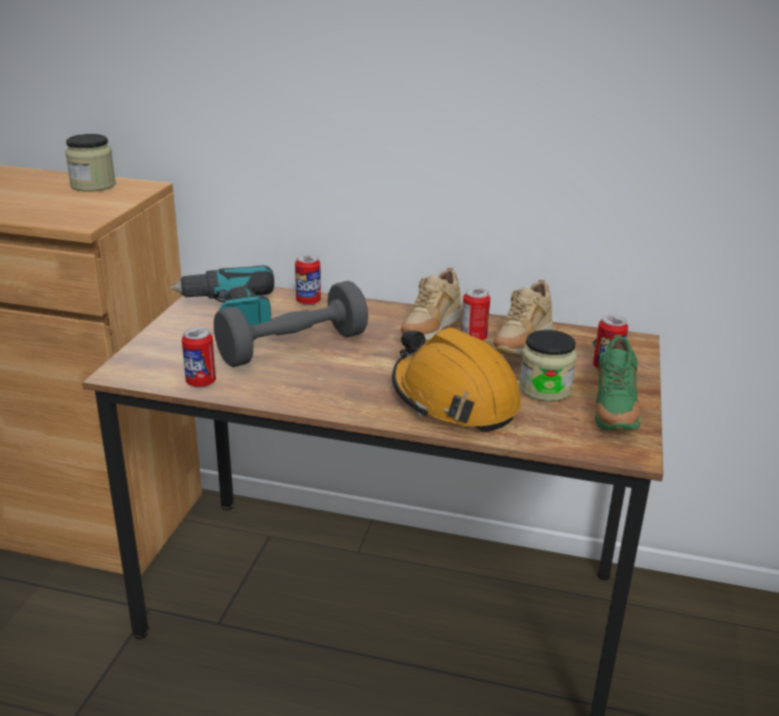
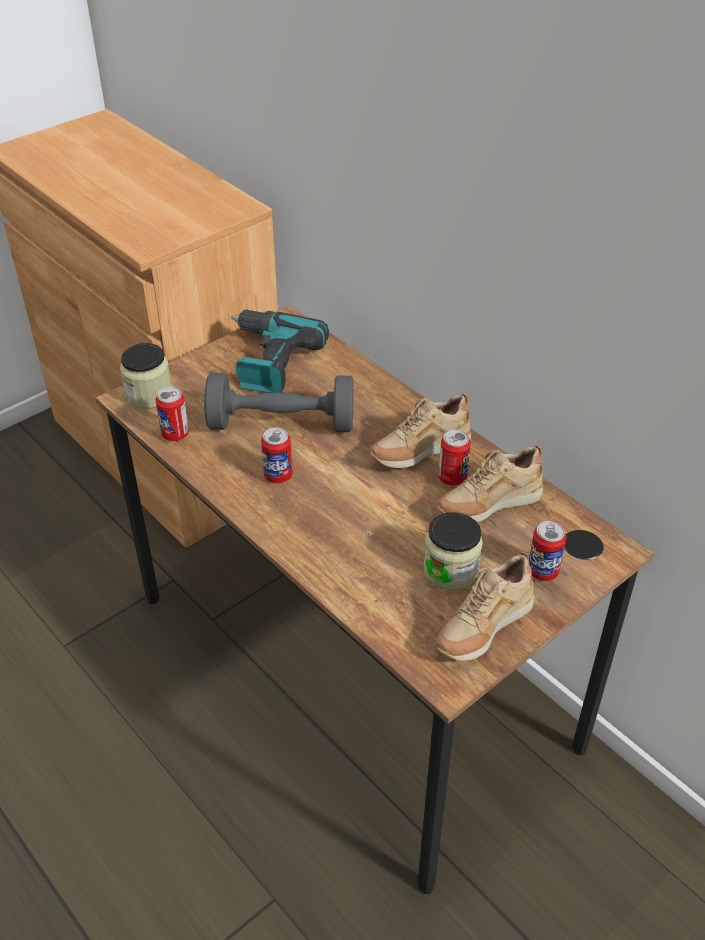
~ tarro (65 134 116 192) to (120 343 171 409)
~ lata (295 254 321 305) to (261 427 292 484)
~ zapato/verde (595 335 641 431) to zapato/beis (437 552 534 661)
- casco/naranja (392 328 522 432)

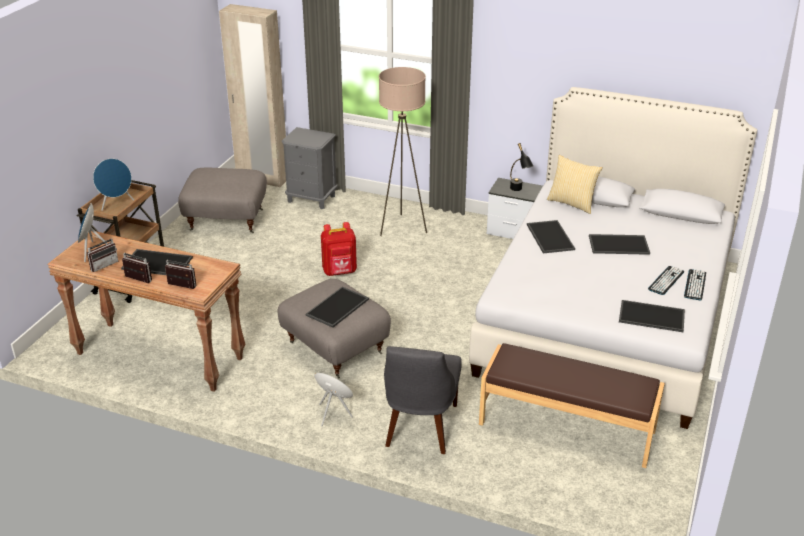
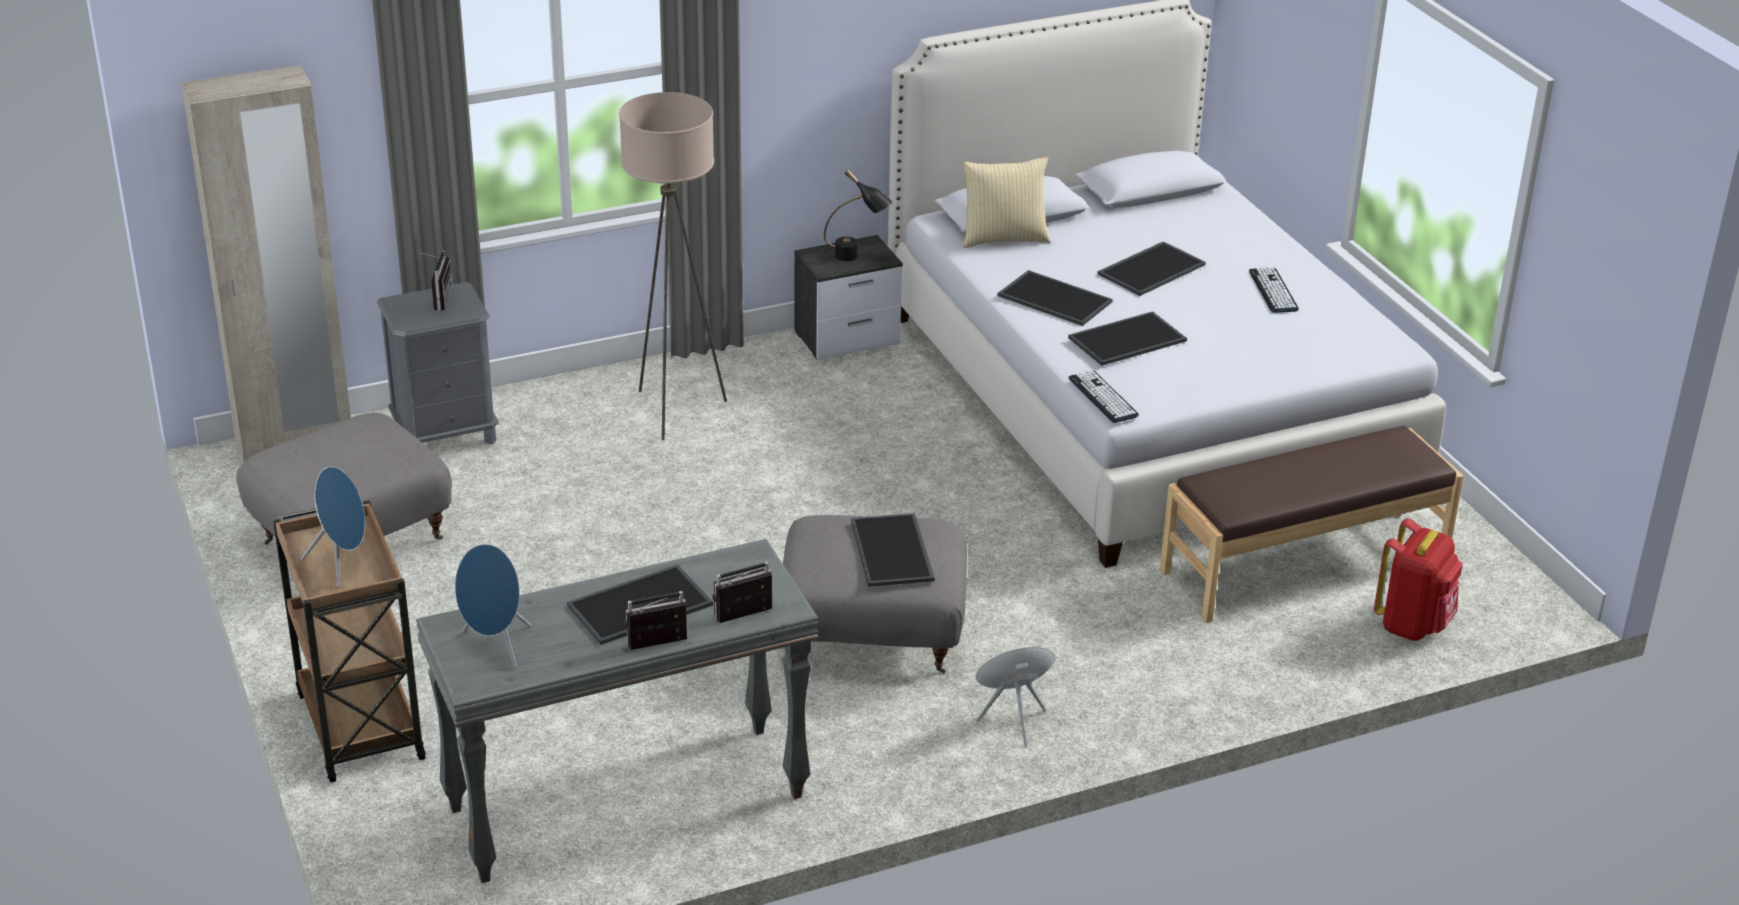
~ mesa consola/marrón (48 231 245 392) to mesa consola/gris (416 539 819 883)
~ radio (87 234 118 272) to (421 251 453 311)
~ bandeja (619 300 685 332) to (1068 311 1187 366)
~ teclado (684 269 706 300) to (1068 370 1139 423)
~ mochila/rojo (321 222 357 276) to (1374 518 1463 641)
- silla/gris (384 346 462 454)

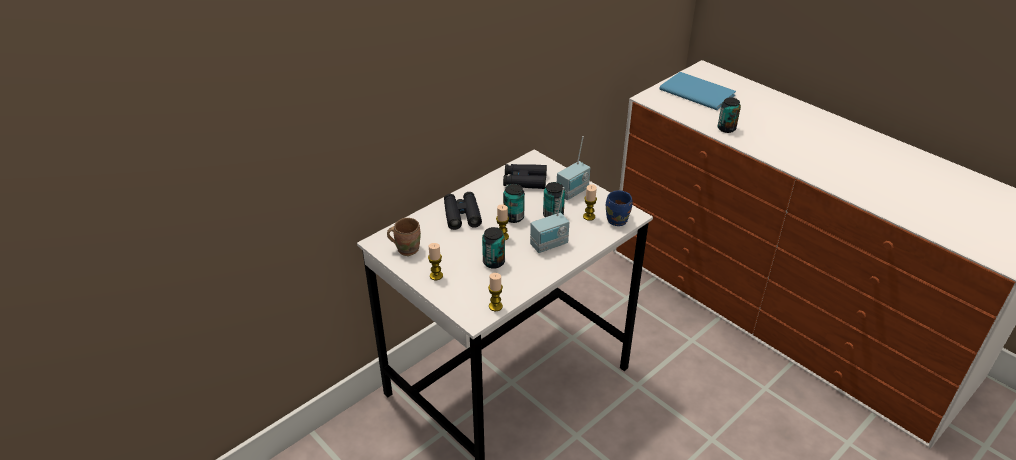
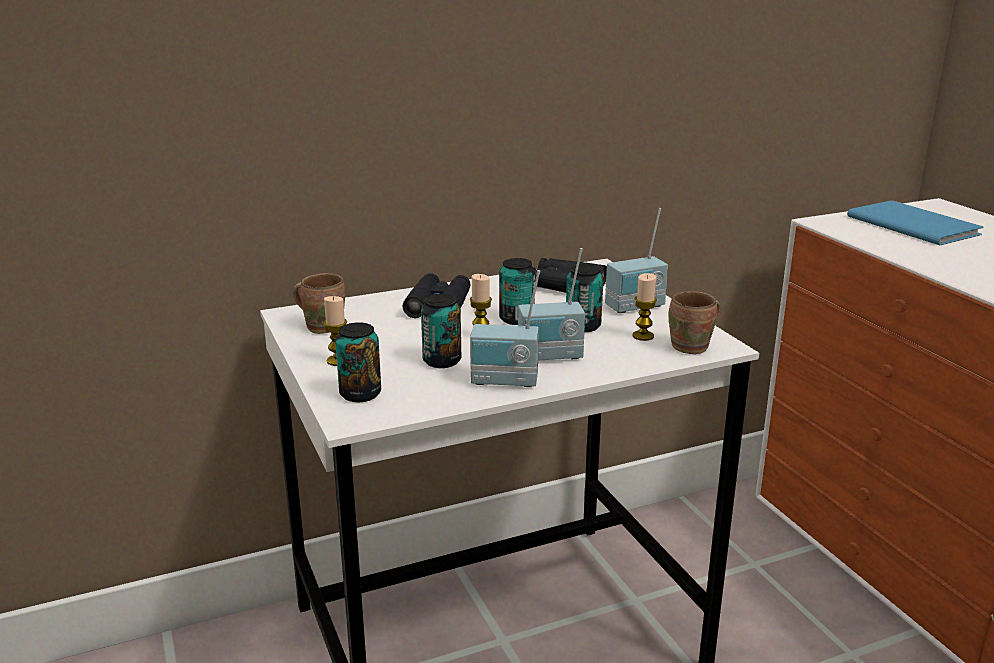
~ lata (718 98 741 133) to (335 322 381 402)
+ radio (470 270 540 387)
~ taza grande/azul (606 190 633 226) to taza grande/marrón (669 291 720 354)
- vela (488 273 503 311)

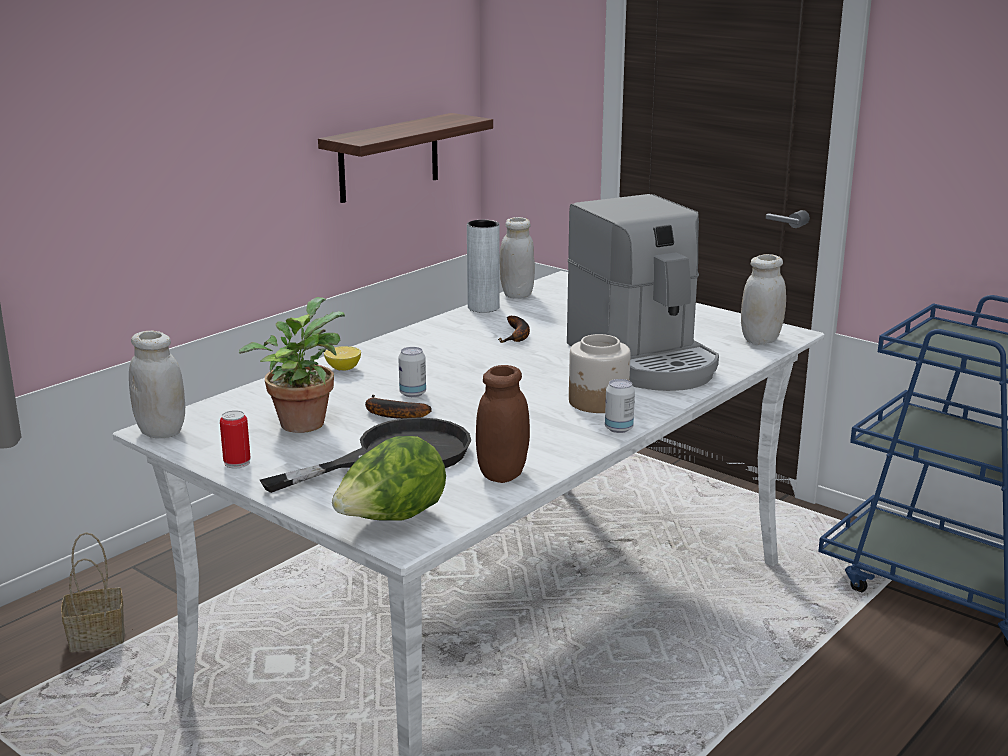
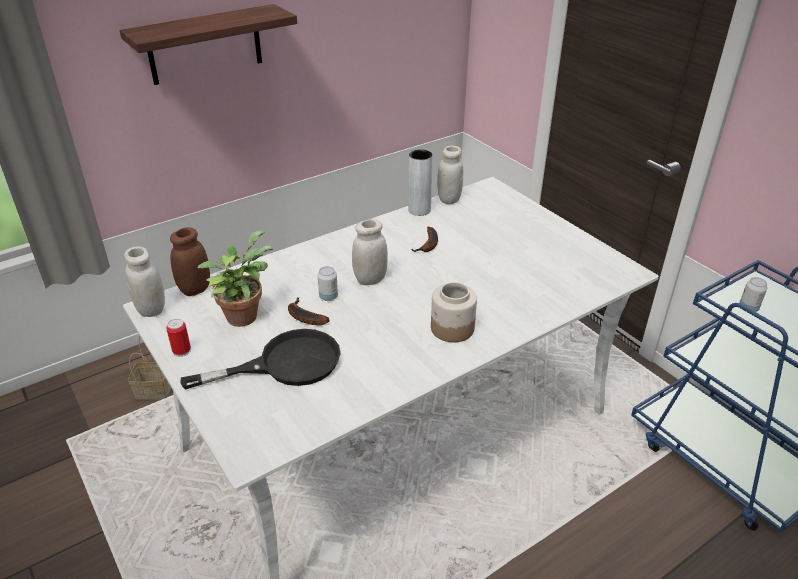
~ estante (318 113 493 203) to (120 4 297 85)
~ tarro/marrón (476 365 530 483) to (170 227 210 296)
~ tarro/blanco (741 254 786 345) to (352 219 388 285)
~ lata (605 379 635 433) to (739 277 767 312)
- limón (324 346 361 371)
- lechuga (332 436 446 521)
- cafetera (567 194 719 391)

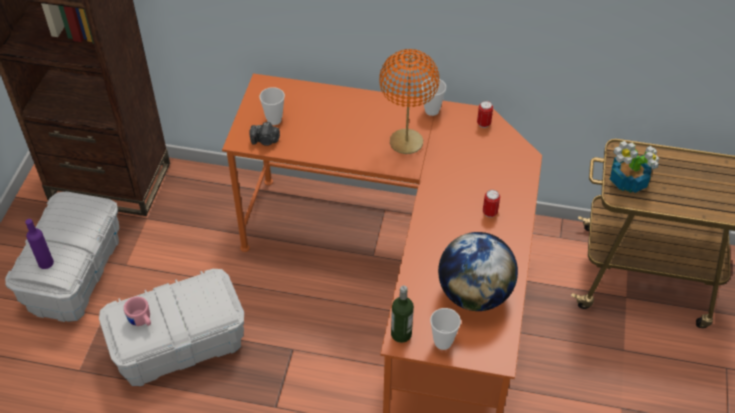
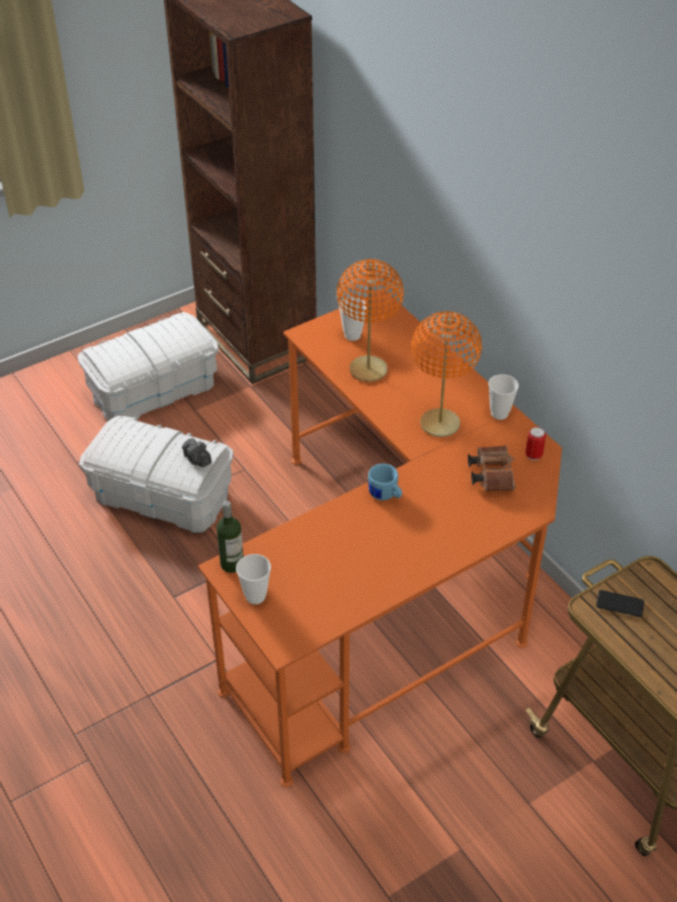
~ cámara (250 122 280 146) to (182 438 212 467)
+ lámpara de mesa/naranja (337 259 404 382)
+ taza grande/azul (368 464 402 500)
+ prismáticos/marrón (468 446 515 491)
~ planta en maceta (610 141 660 193) to móvil (596 590 644 617)
- botella/morado (25 219 54 269)
- taza grande/rosa (124 297 151 326)
- globo terráqueo (438 232 518 311)
- lata (483 190 500 218)

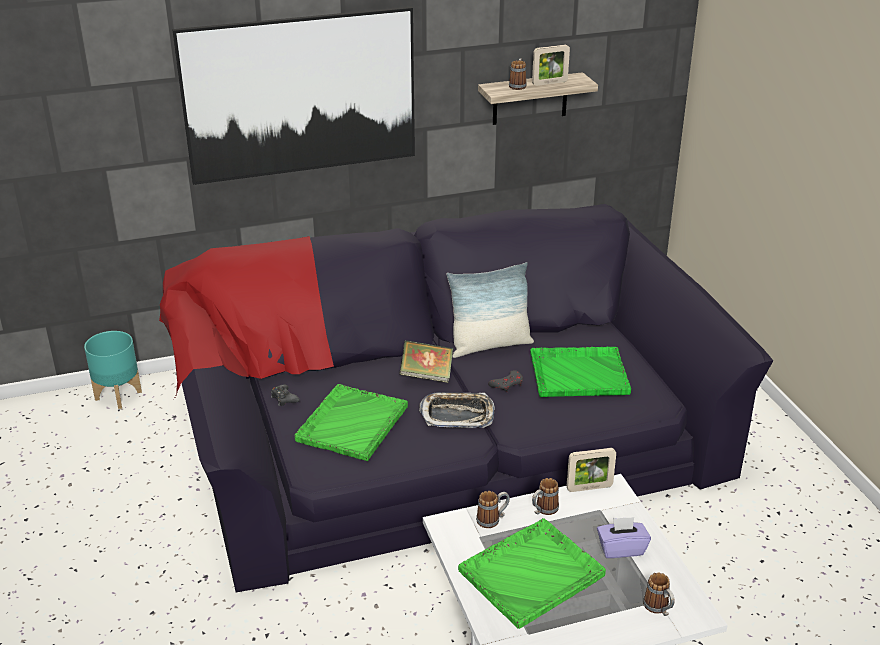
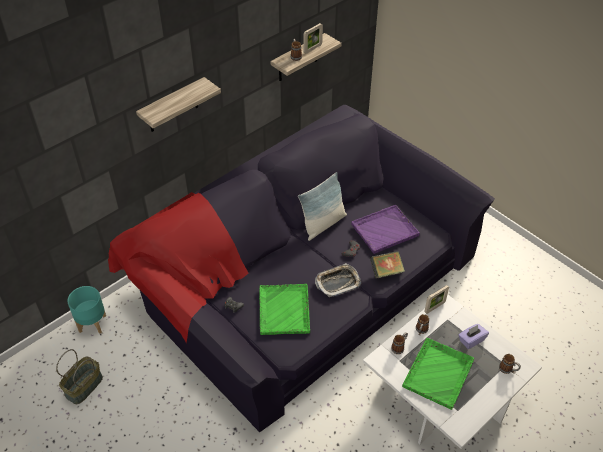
+ cesta (56 349 103 404)
~ cuadro (172 7 415 185) to estante (136 77 221 132)
~ bandeja/verde (530 347 631 397) to bandeja/morado (351 205 420 254)
~ libro (399 340 453 383) to (370 251 405 279)

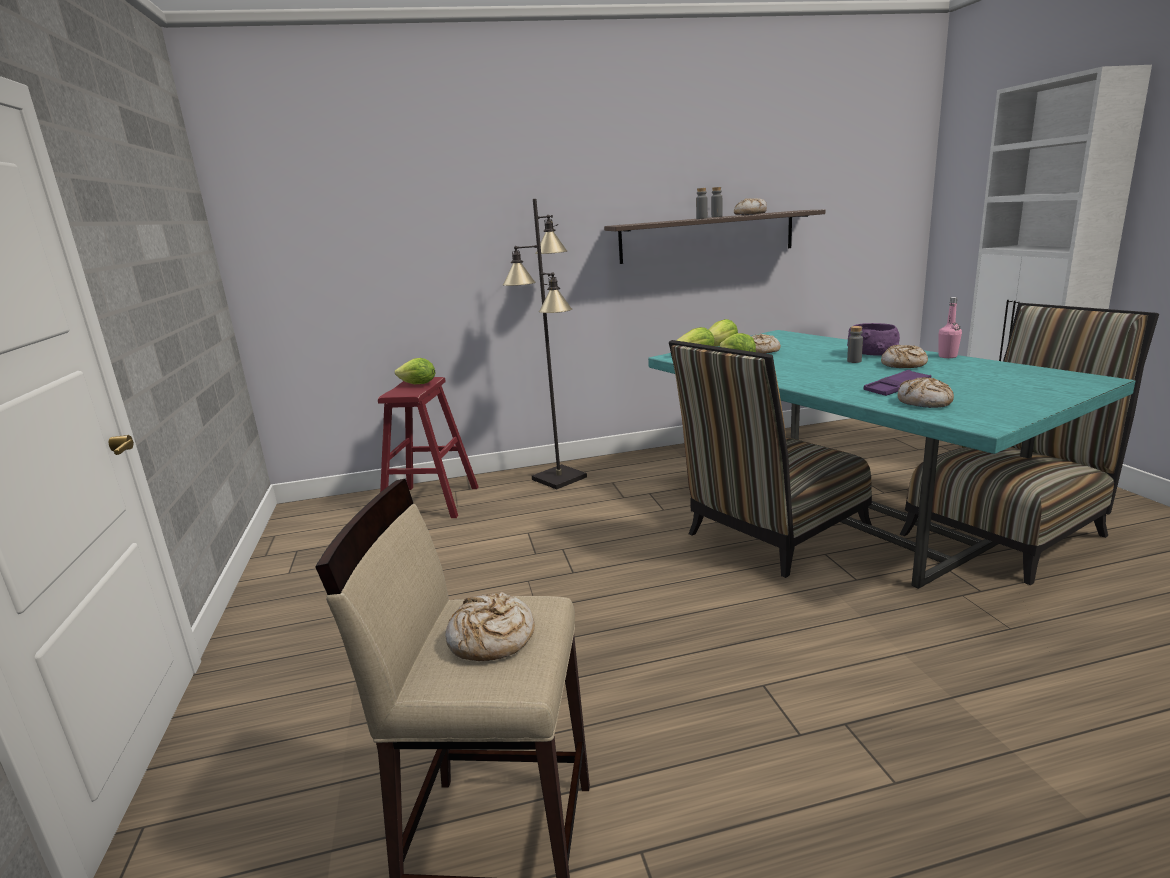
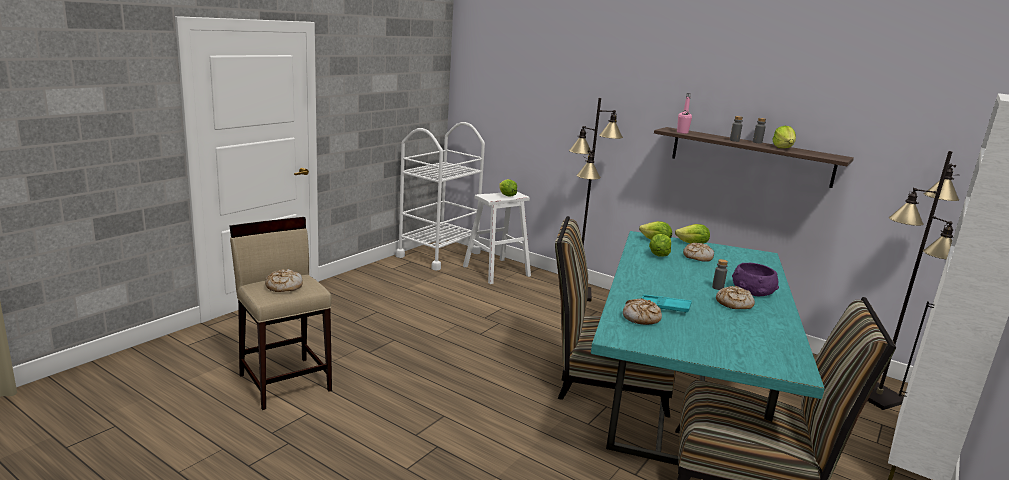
+ carrito/blanco (396 122 485 271)
~ taburete/rojo (378 377 479 518) to taburete/blanco (463 192 531 284)
~ bandeja/morado (863 370 931 396) to bandeja/turquesa (642 295 692 313)
~ botella/rosa (938 297 962 358) to (677 93 692 134)
~ pan (734 198 767 215) to lechuga (772 126 796 148)
+ lámpara de pie/negro (867 151 960 410)

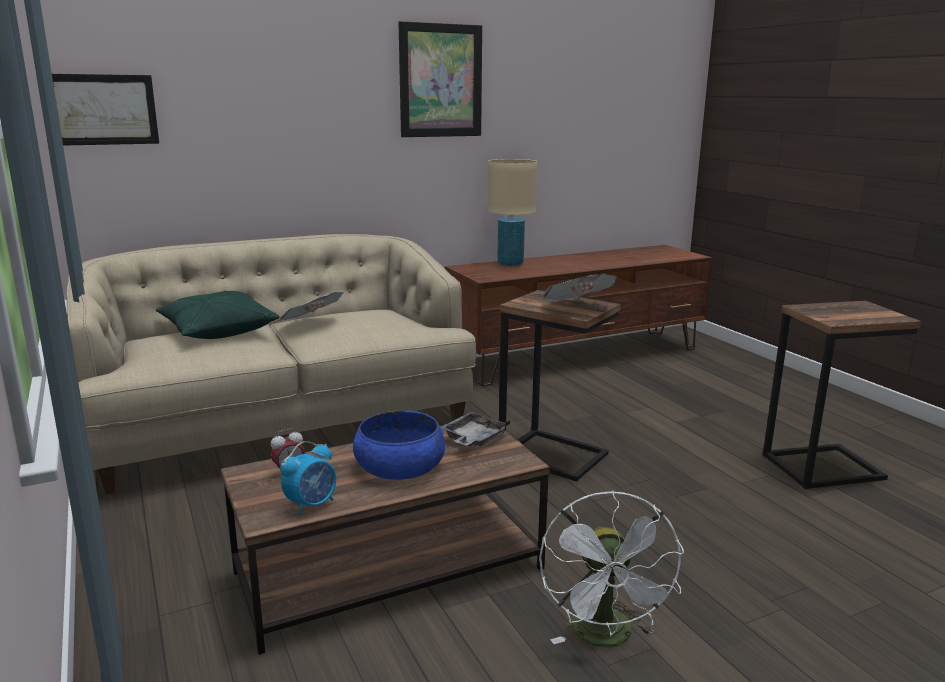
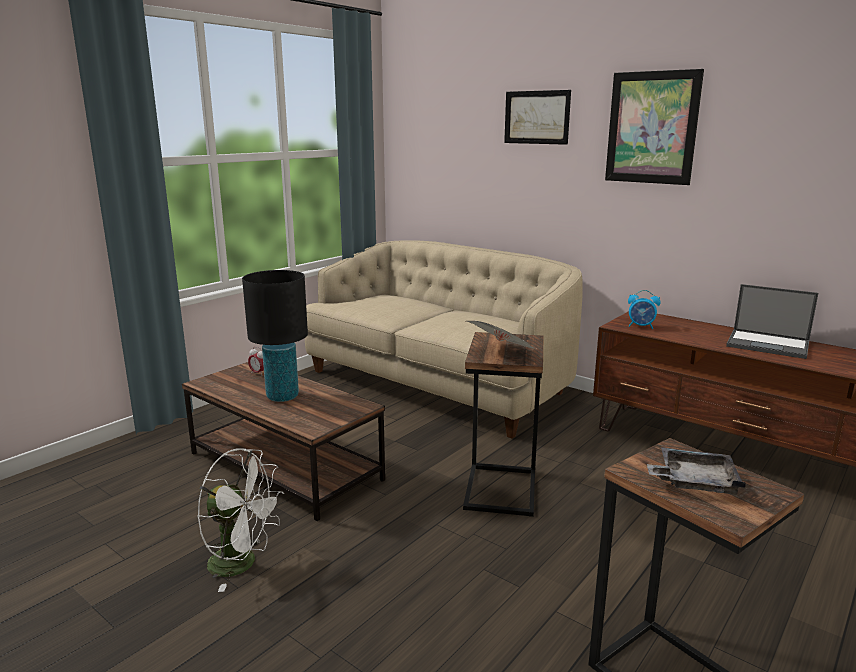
~ ventilador/blanco (539 491 684 647) = (197 448 284 592) 135 degrees counterclockwise
~ cuenco/azul (353 410 445 480) to lámpara de mesa/negro (242 270 308 402)
~ cuadro (52 74 159 146) to (504 90 571 145)
~ despertador (280 441 336 516) to (628 290 661 329)
~ bandeja/gris (441 412 510 446) to (647 447 746 495)
+ portátil (726 284 818 359)
- cojín/verde (156 291 279 339)
- periódico (278 292 343 321)
- lámpara de mesa/beis (488 159 537 266)

